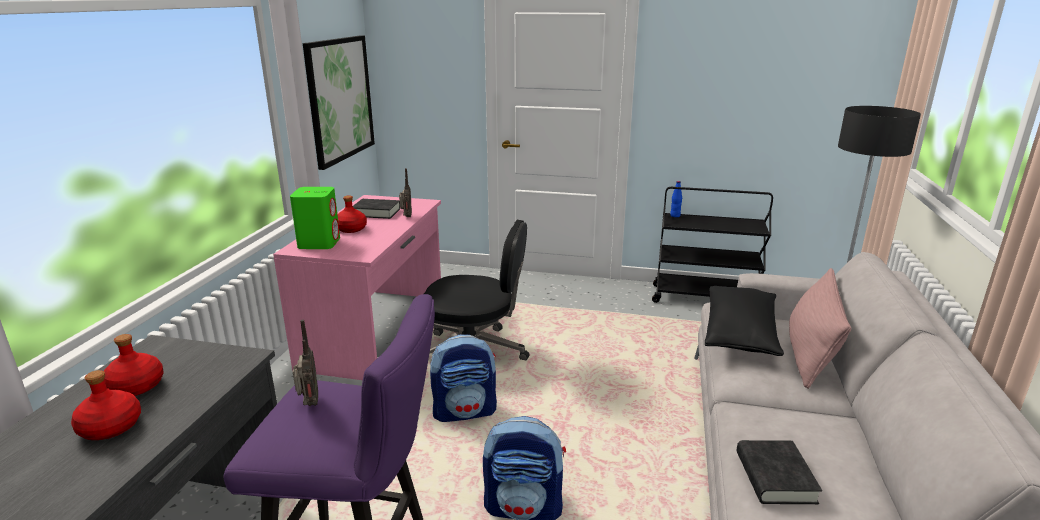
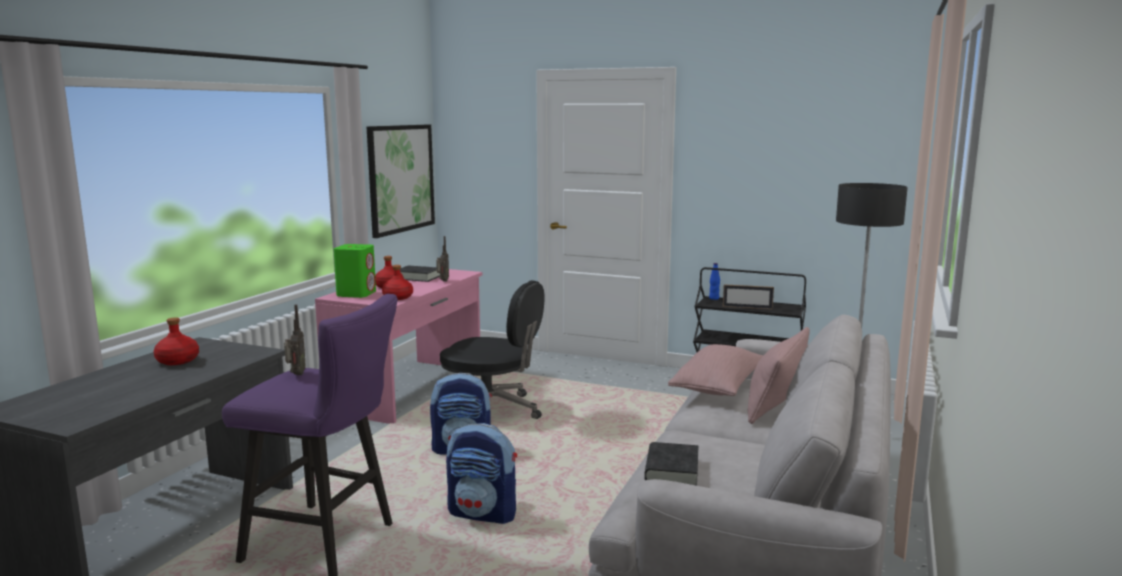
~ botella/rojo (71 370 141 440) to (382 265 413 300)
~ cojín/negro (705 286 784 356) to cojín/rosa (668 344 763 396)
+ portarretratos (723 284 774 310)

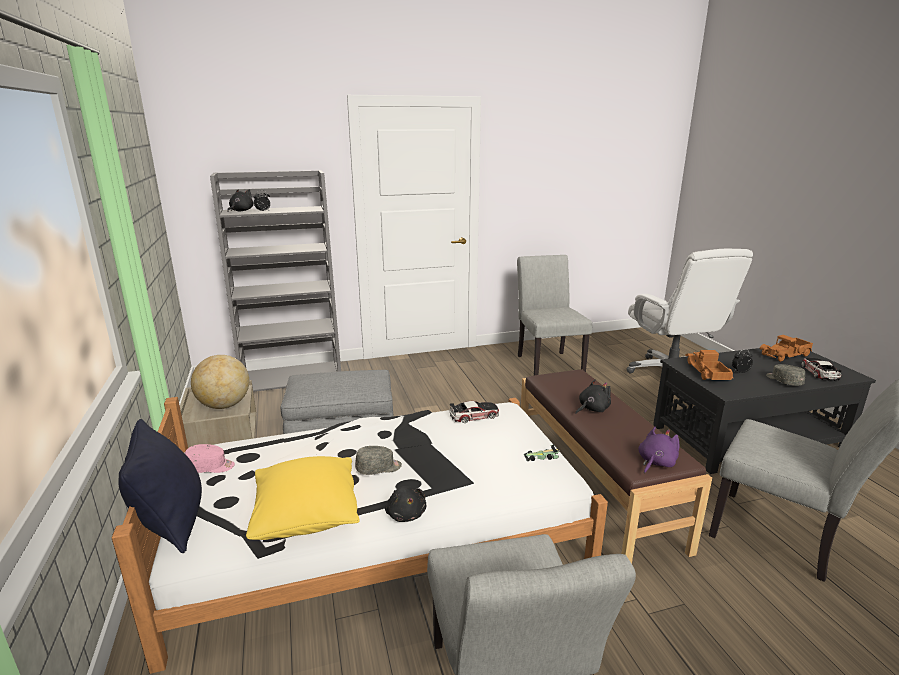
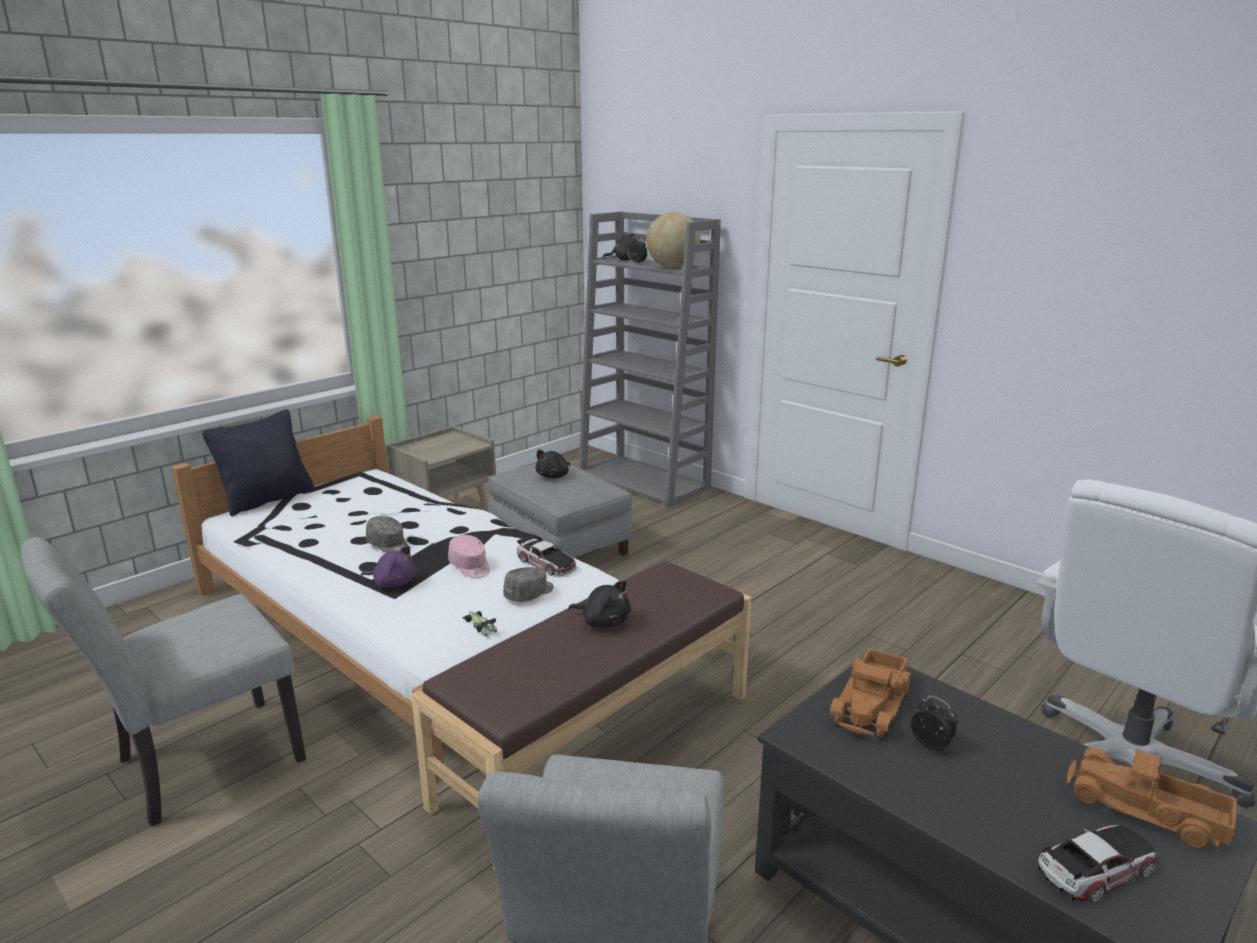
~ peluche/morado (638 427 679 474) to (360 546 417 588)
~ gorra/rosa (185 444 235 473) to (448 535 490 578)
~ gorra/gris (766 364 805 386) to (503 567 554 602)
~ peluche/negro (385 486 426 522) to (536 449 571 478)
~ globo terráqueo (191 355 249 409) to (646 212 701 268)
~ camión de juguete (685 350 733 380) = (829 648 912 738) 150 degrees clockwise
- cojín/amarillo (246 456 360 540)
- silla/gris (517 255 592 375)

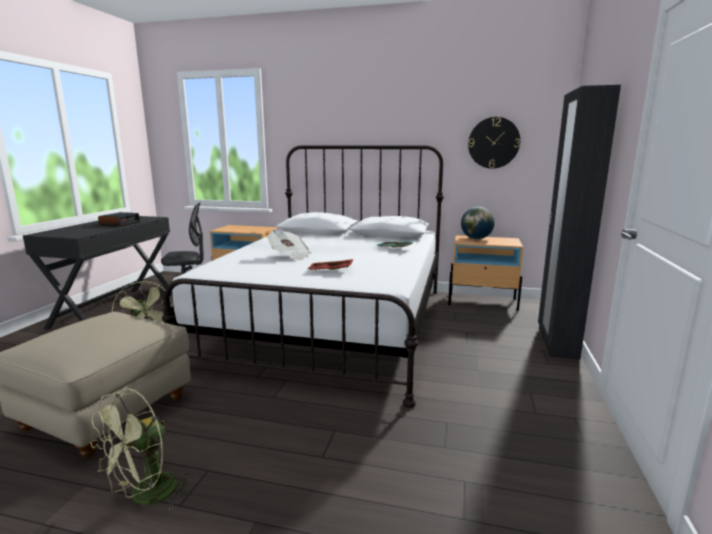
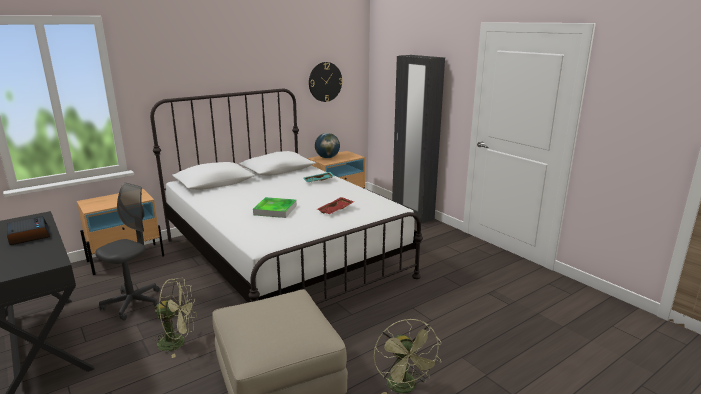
~ periódico (267 230 311 261) to bandeja (253 197 297 218)

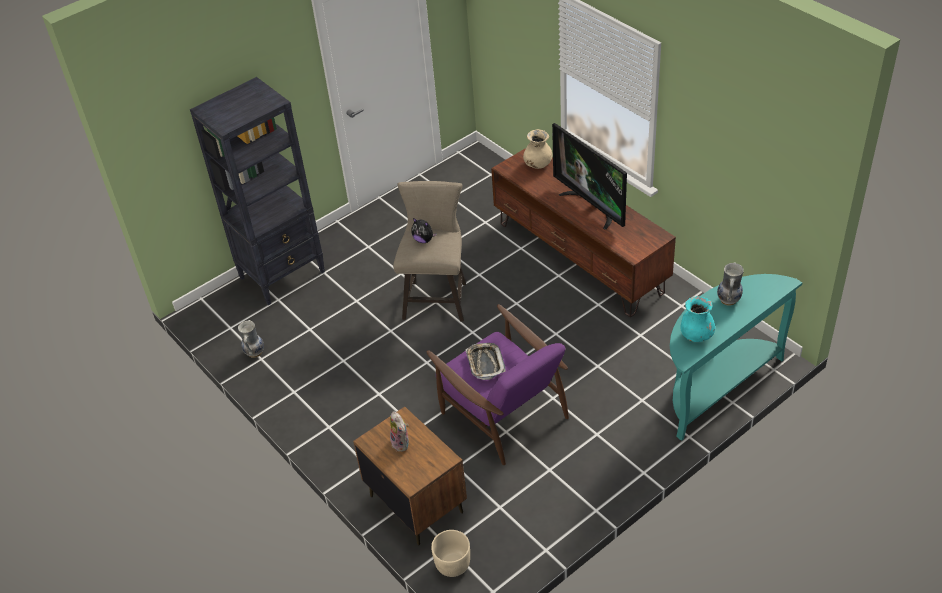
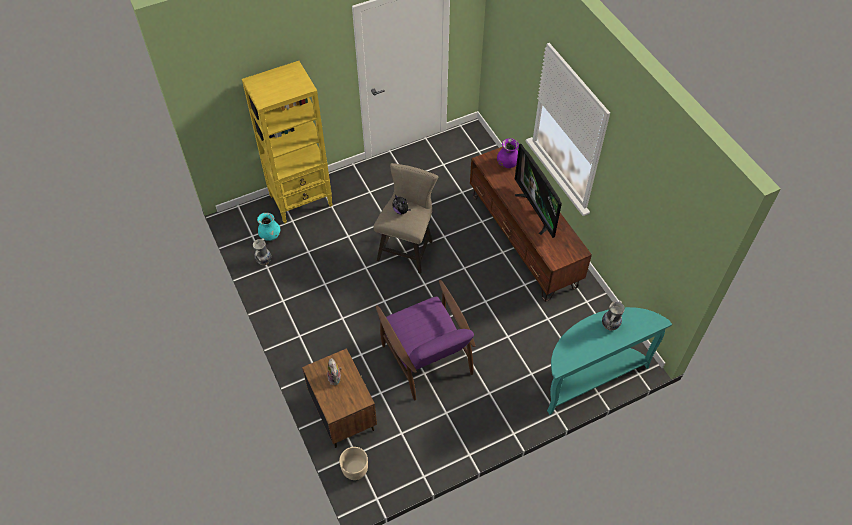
~ estantería/negro (190 77 325 305) to estantería/amarillo (242 61 332 224)
~ florero/turquesa (680 296 715 342) to (257 213 280 241)
~ florero/beis (523 129 552 169) to florero/morado (497 138 519 168)
- bandeja (465 343 505 380)

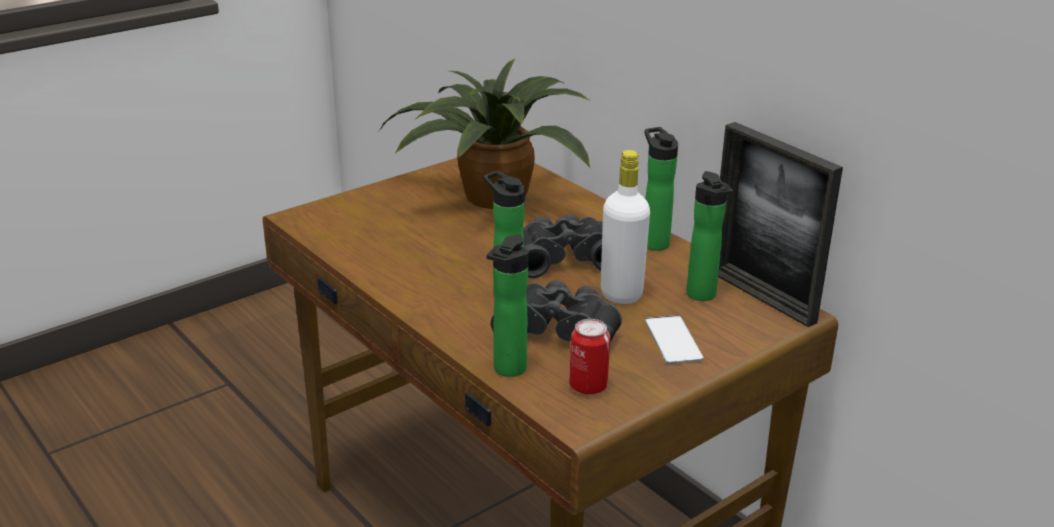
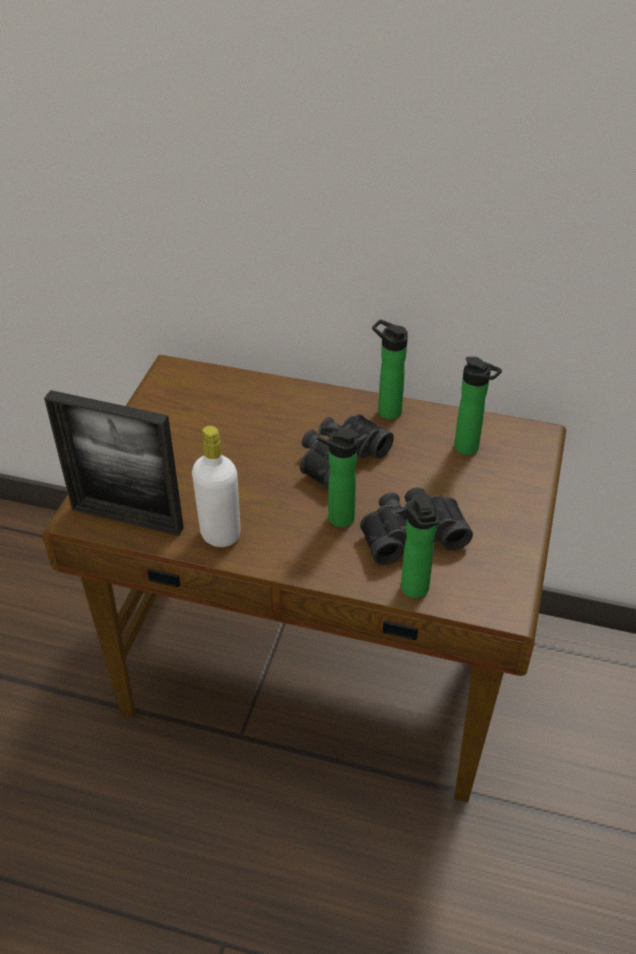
~ portarretratos (718 122 843 327) to (44 390 184 536)
~ botella/blanco (601 150 650 304) to (192 426 241 547)
- planta en maceta (379 59 591 209)
- lata (569 319 610 395)
- móvil (645 315 704 364)

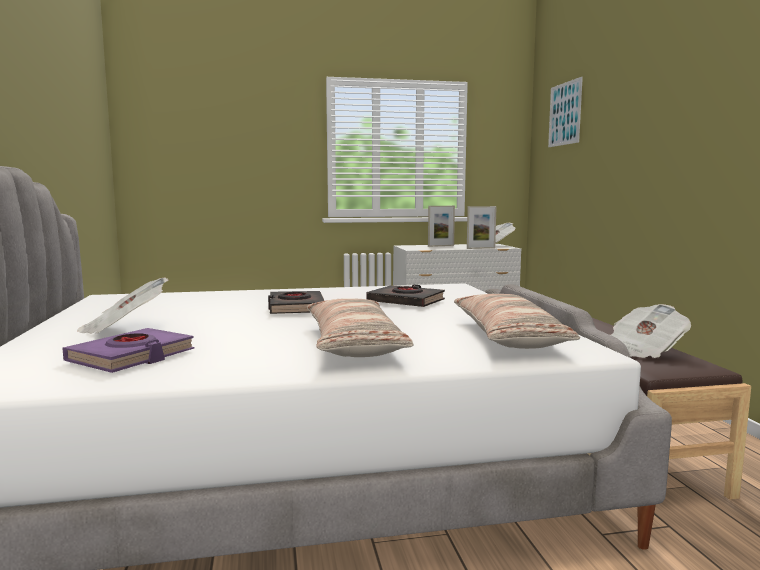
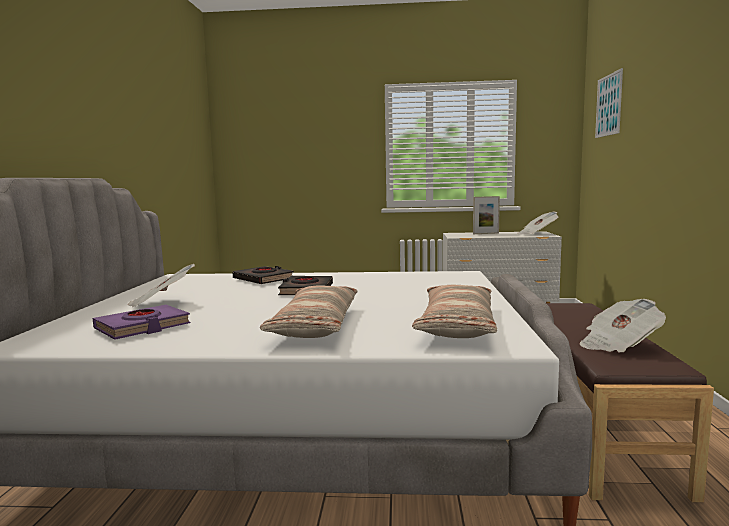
~ libro/negro (366 285 445 307) to (232 266 294 284)
- portarretratos (467 206 497 249)

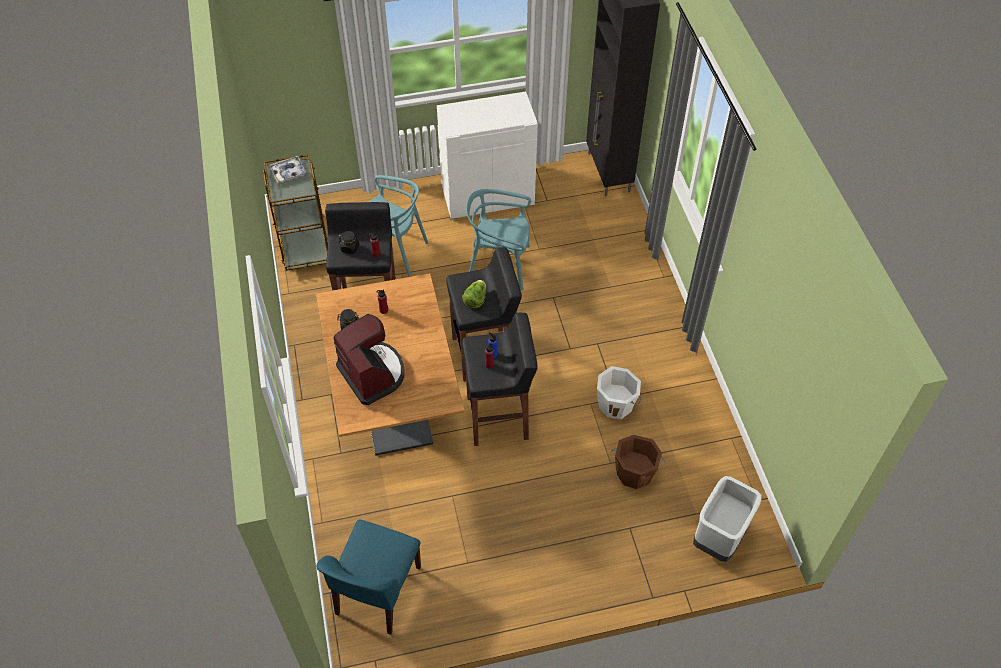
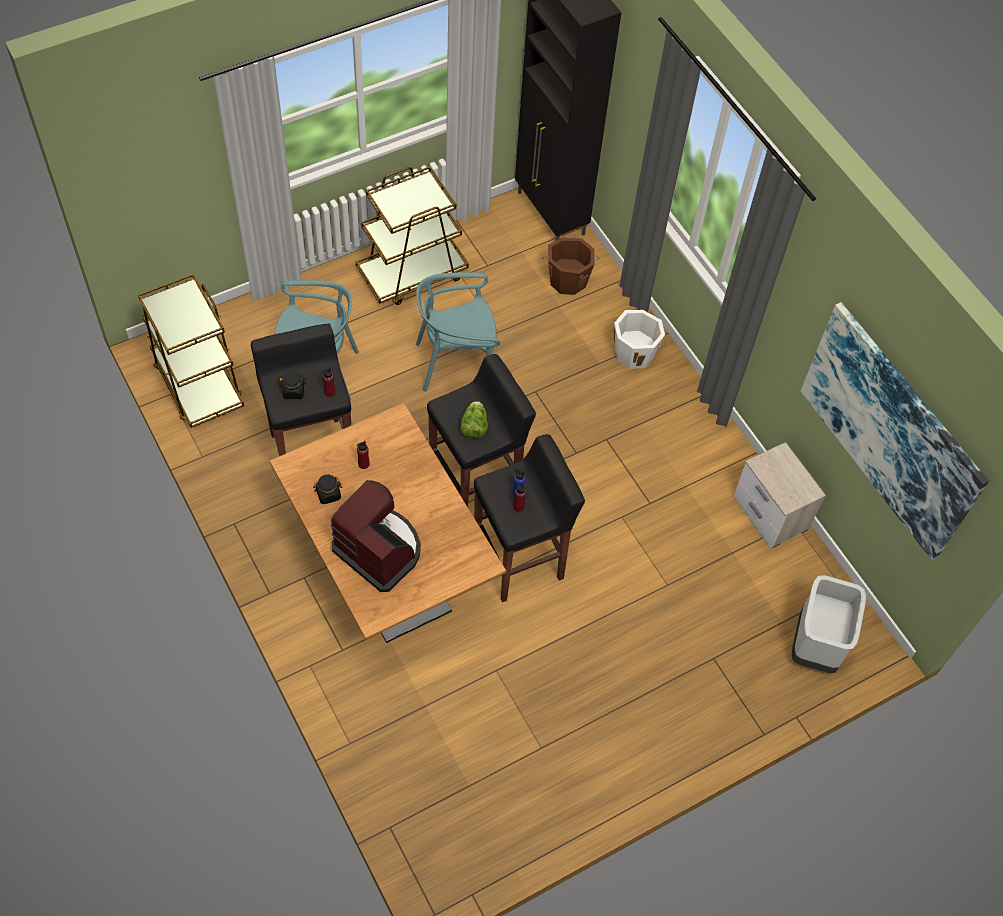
~ armario/blanco (437 92 538 219) to carrito/marrón (356 166 469 305)
~ cubo/marrón (611 435 665 489) to (542 238 599 295)
~ cubo/blanco (597 366 641 419) to (614 310 666 369)
+ mesita de noche (733 442 826 548)
+ cuadro (800 302 989 560)
- bandeja (269 156 307 183)
- silla/azul (316 519 421 635)

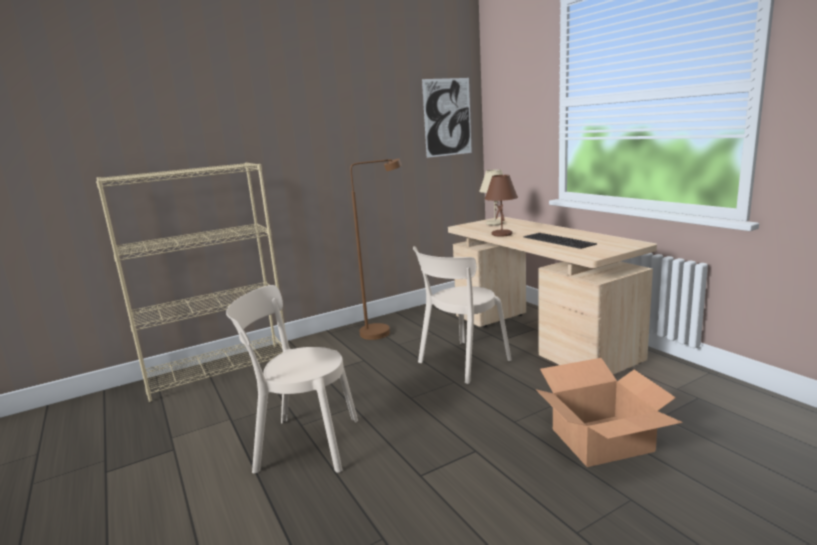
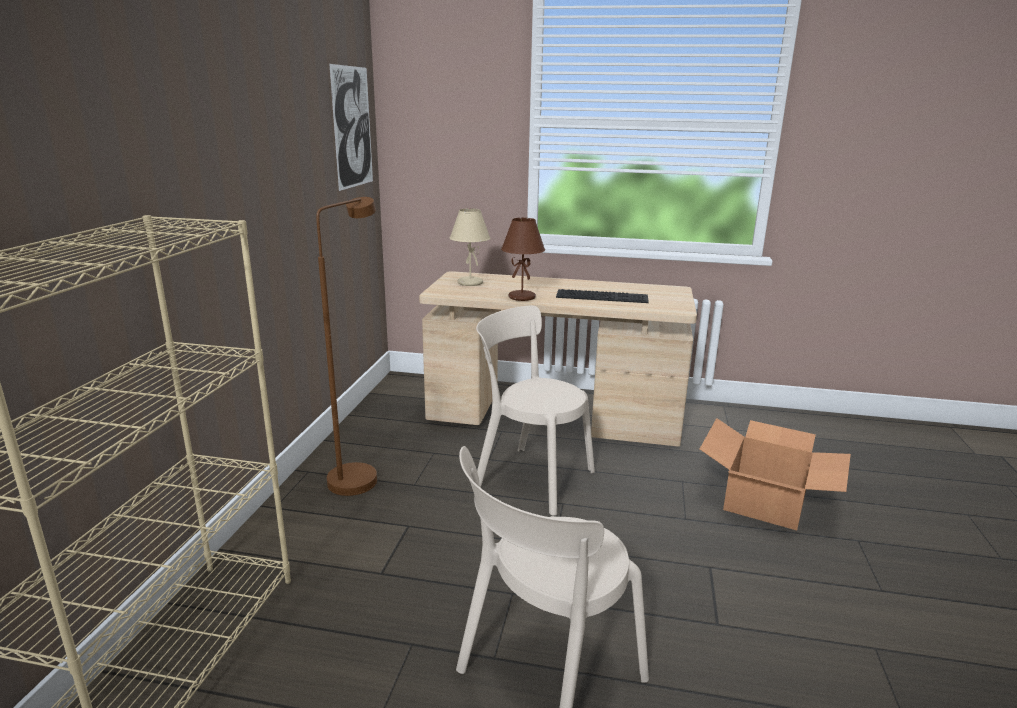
~ silla/beis (413 246 512 384) = (476 306 595 516) 120 degrees clockwise

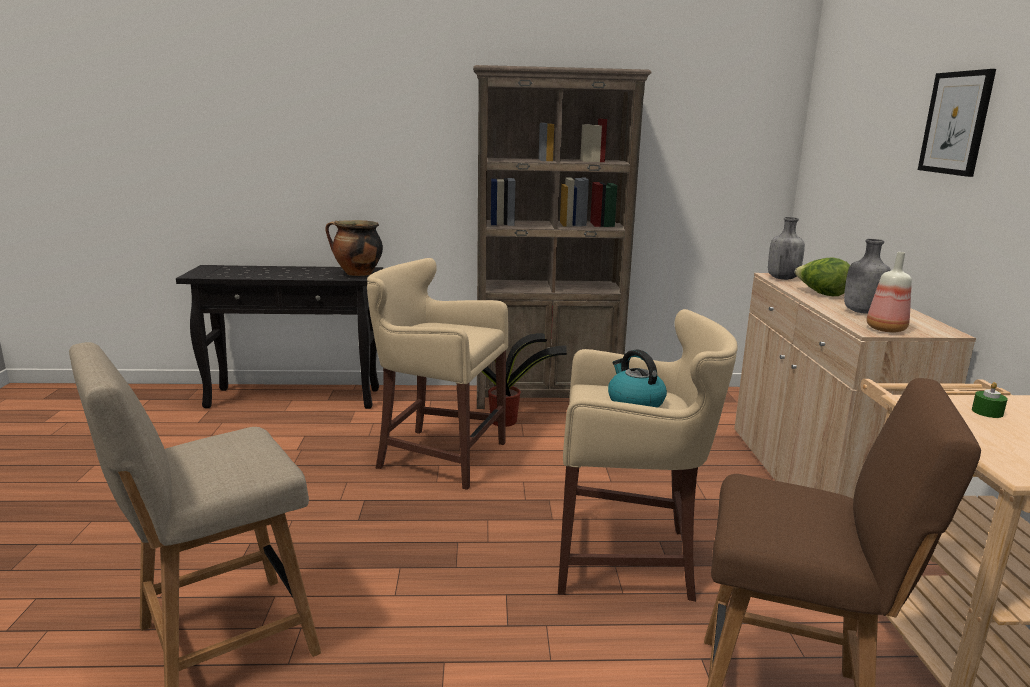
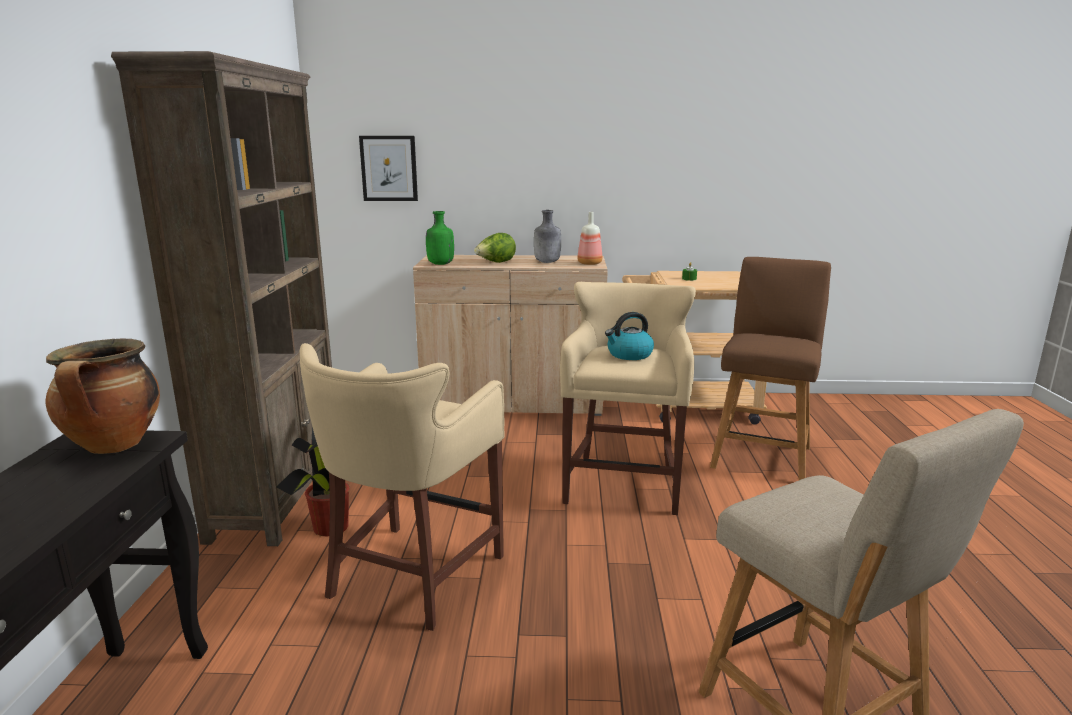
~ cuadro (918 69 996 177) to (359 136 418 201)
~ botella/gris (768 217 805 280) to botella/verde (426 211 454 265)

